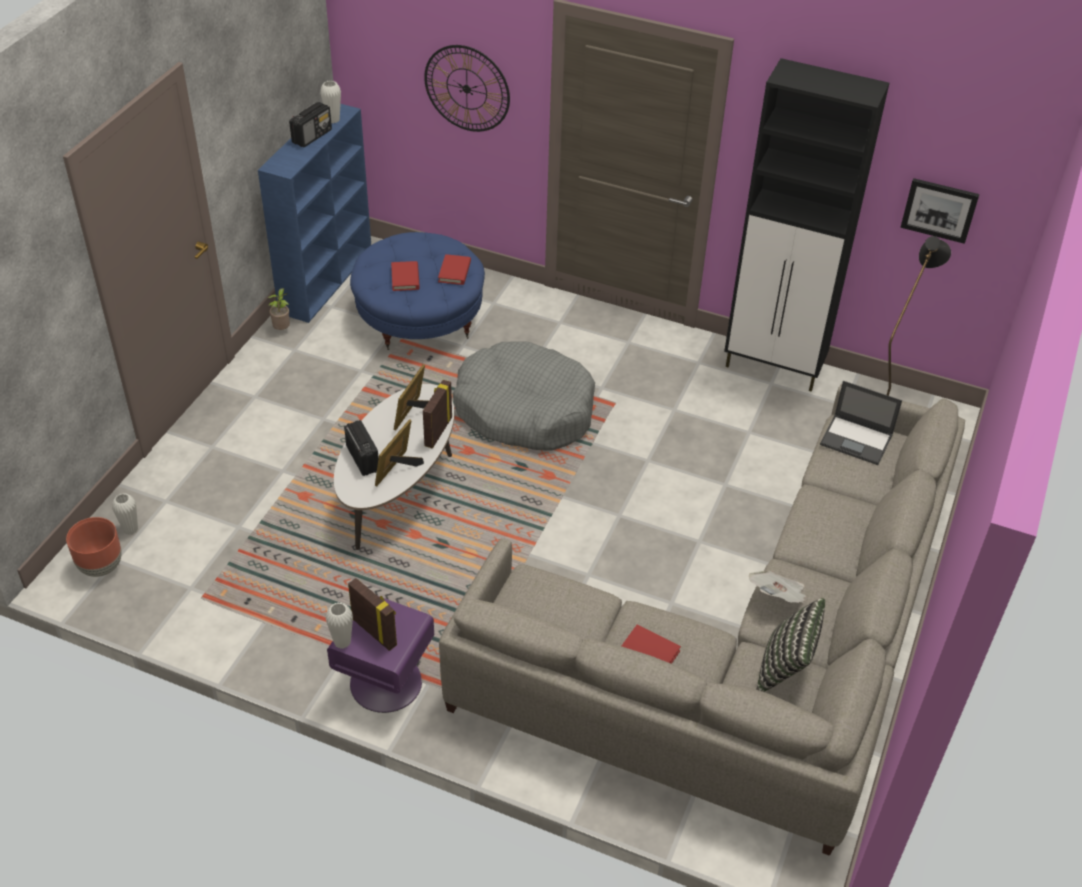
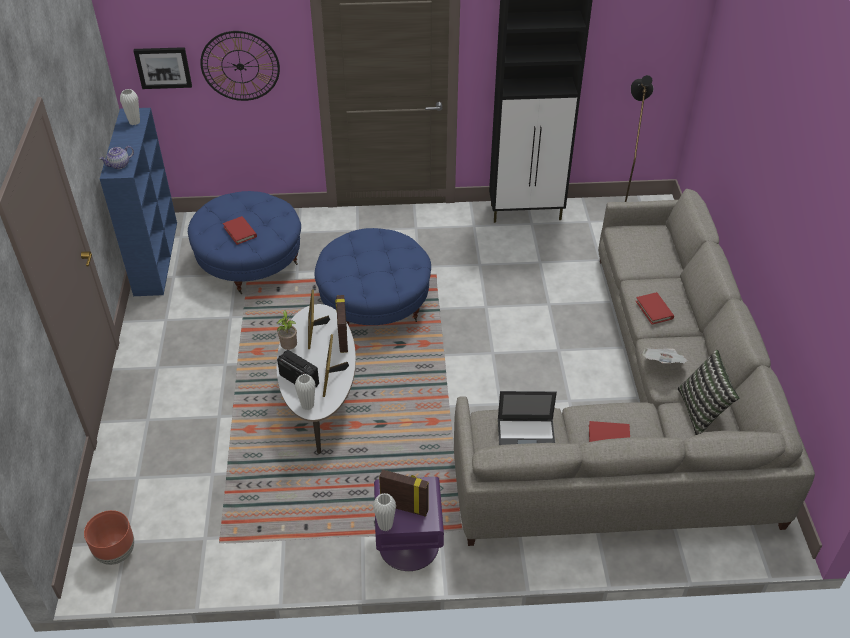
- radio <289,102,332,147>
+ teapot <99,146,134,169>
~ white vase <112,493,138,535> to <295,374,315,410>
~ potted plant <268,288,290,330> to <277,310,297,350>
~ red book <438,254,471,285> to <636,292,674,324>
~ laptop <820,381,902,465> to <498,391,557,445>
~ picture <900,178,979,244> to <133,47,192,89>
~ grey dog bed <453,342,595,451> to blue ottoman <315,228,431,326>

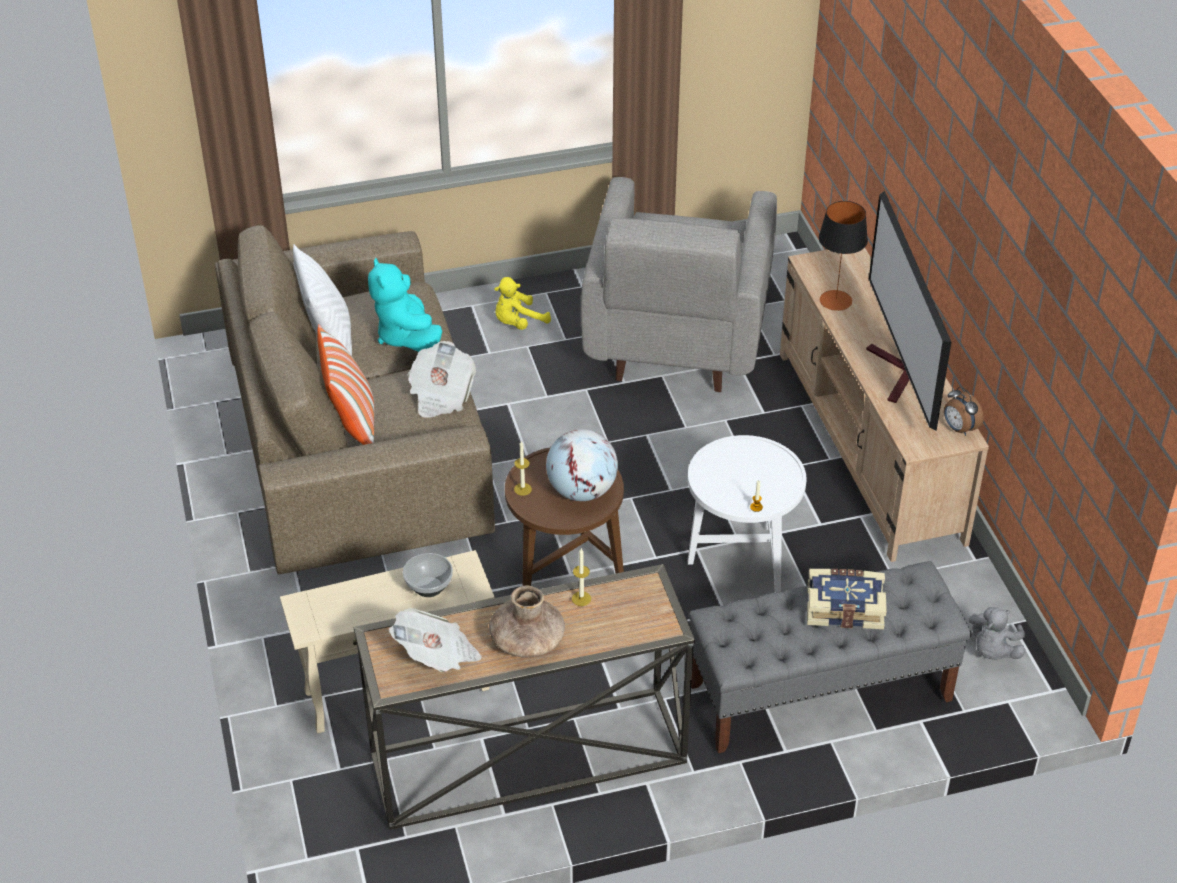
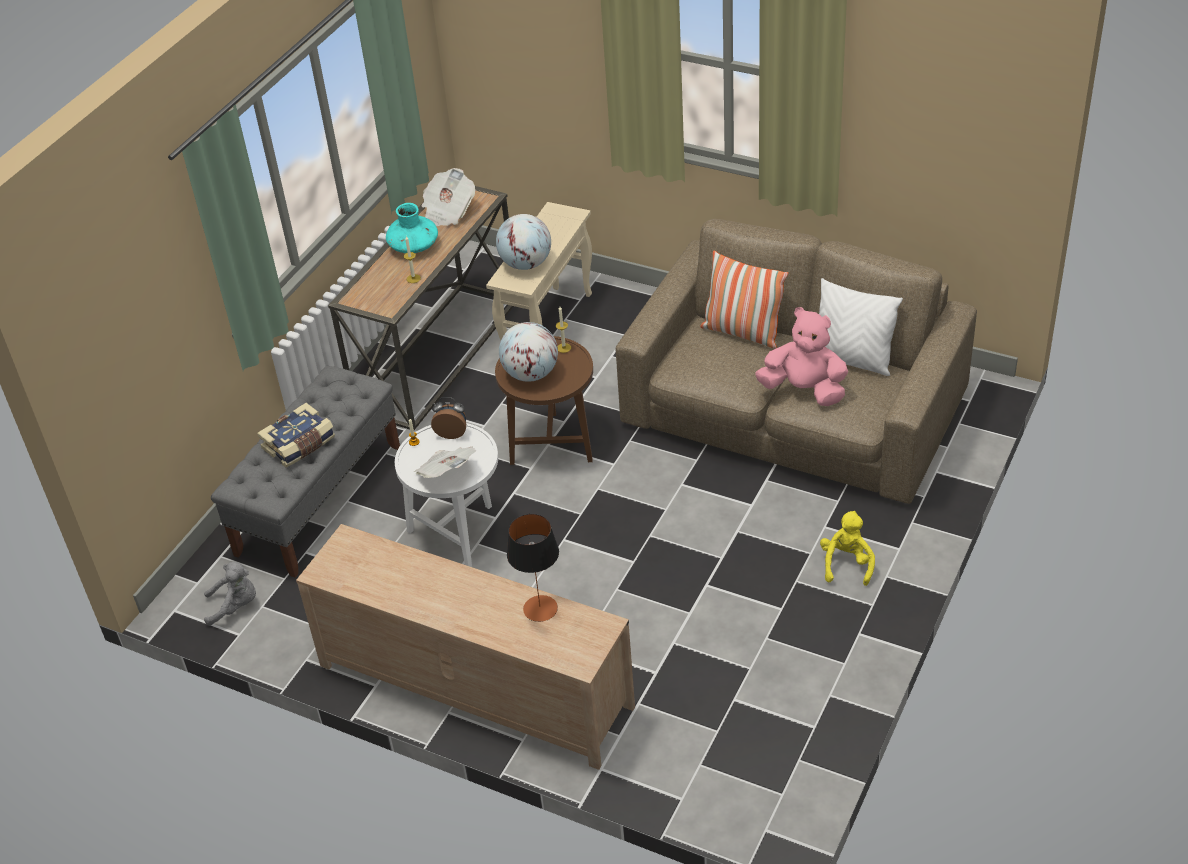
- grey armchair <581,177,777,392>
- television <866,191,951,431>
~ newspaper <407,341,476,418> to <414,447,477,478>
~ alarm clock <944,386,984,436> to <431,397,466,439>
~ bowl <403,553,453,597> to globe <496,214,551,270>
~ turquoise plush toy <368,258,442,352> to pink plush toy <755,307,848,406>
~ brown vase <489,585,565,658> to turquoise vase <386,203,438,253>
~ grey plush toy <969,607,1025,660> = <204,562,256,626> 105 degrees clockwise

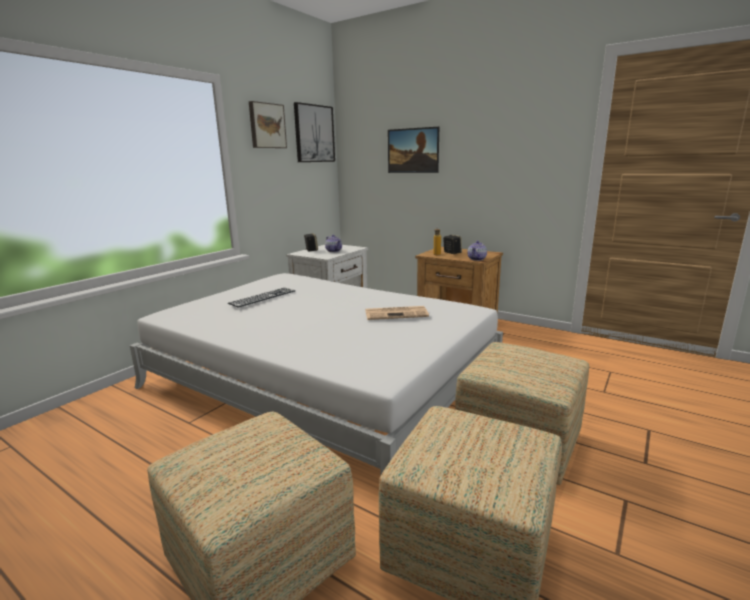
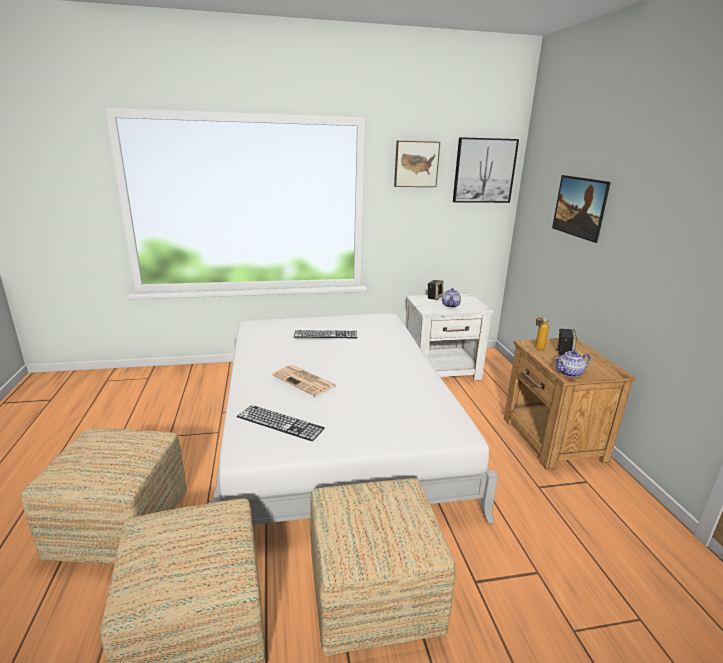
+ keyboard <237,405,325,441>
~ newspaper <365,306,429,320> to <272,365,336,396>

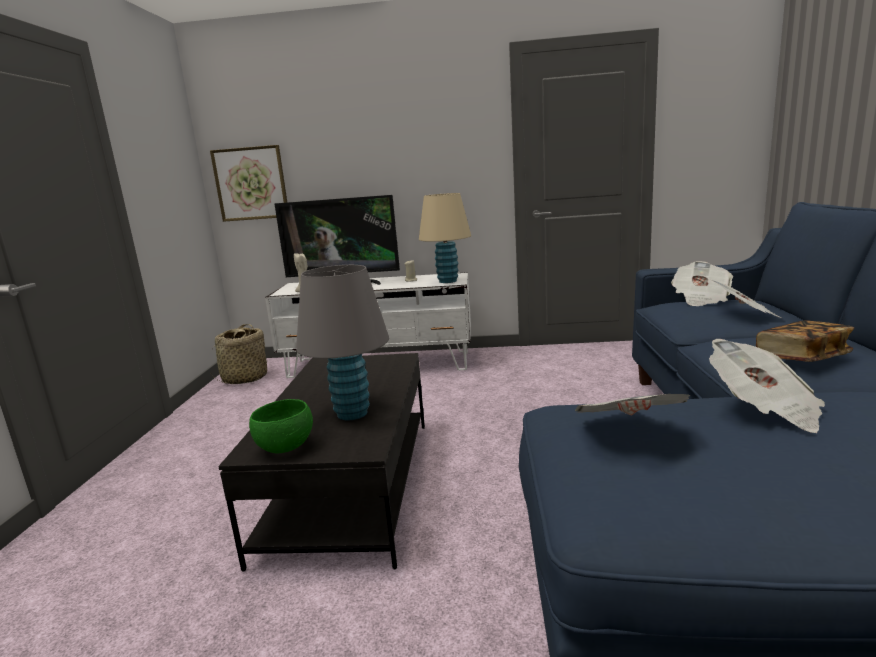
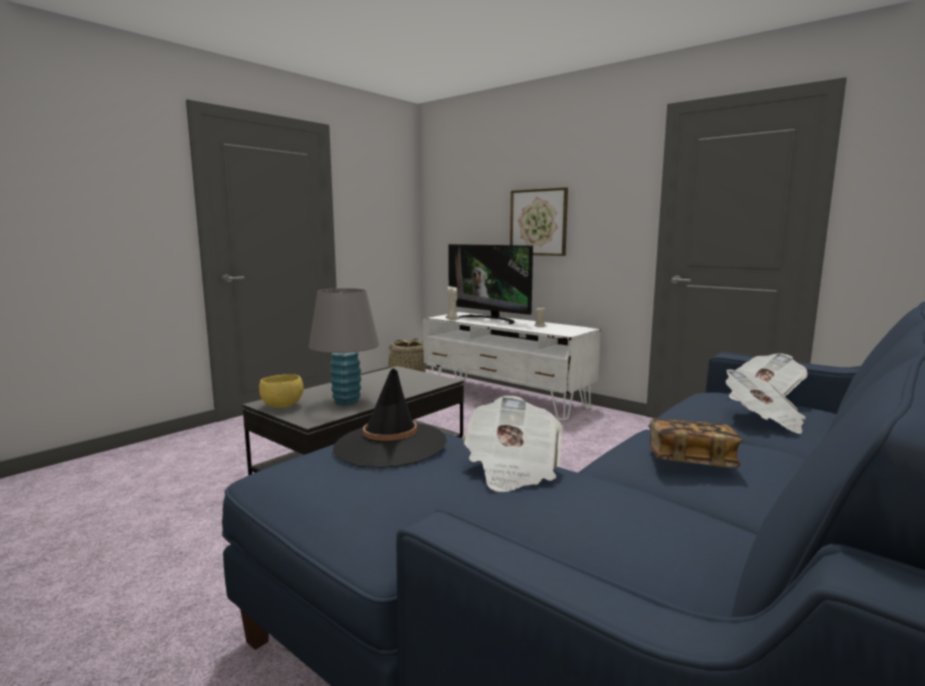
- beige table lamp <419,193,471,283>
~ picture <210,145,287,222> to <510,187,568,256>
~ newspaper <575,394,691,415> to black hat <333,368,447,468>
~ green bowl <249,399,313,453> to yellow bowl <259,374,304,408>

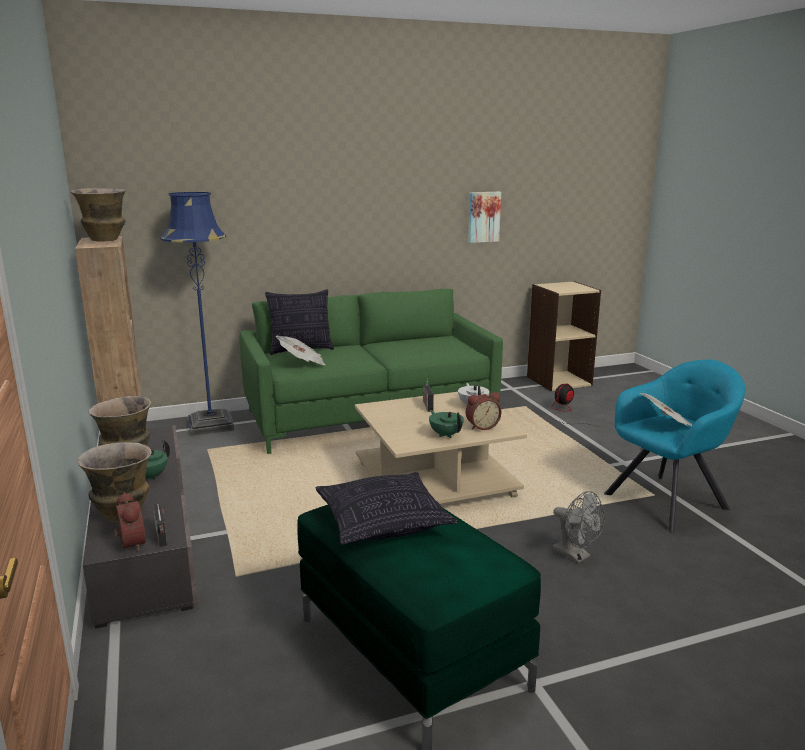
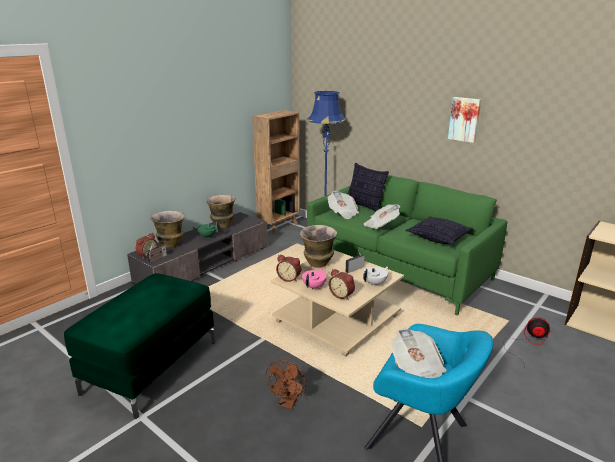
+ alarm clock <276,255,301,282>
+ newspaper <364,204,400,229>
~ vase <71,188,126,242> to <300,225,337,268>
~ pillow <315,472,458,545> to <406,216,474,245>
~ picture <468,192,501,243> to <448,97,481,143>
~ green teapot <429,410,464,438> to pink teapot <302,268,327,290>
~ grey fan <553,491,605,563> to brown fan <265,360,306,410>

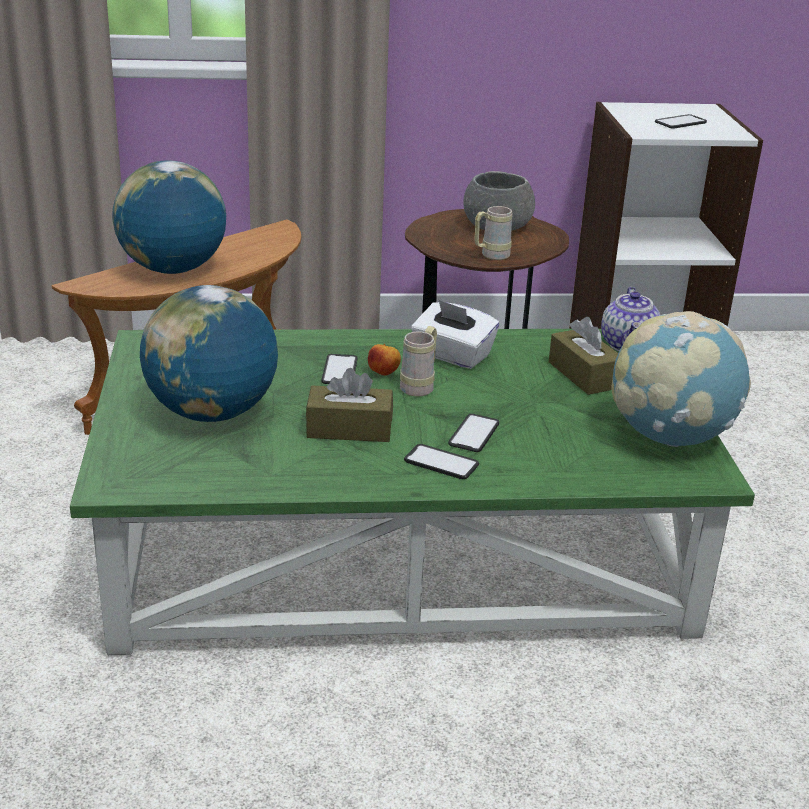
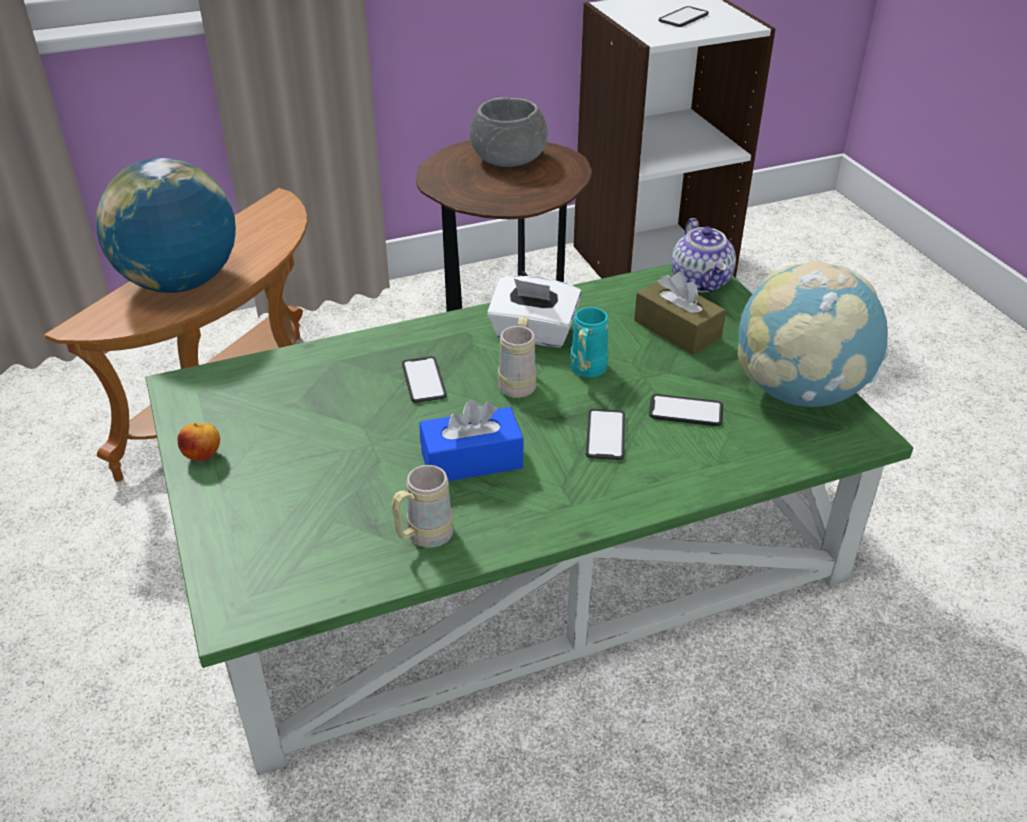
- globe <140,285,278,422>
+ turquoise mug <570,307,609,378>
~ apple <368,344,401,376> to <178,423,220,461>
~ phone <404,444,479,479> to <649,394,723,426>
~ beige mug <474,206,512,260> to <391,465,453,548>
~ brown tissue box <306,368,393,442> to blue tissue box <419,400,523,481>

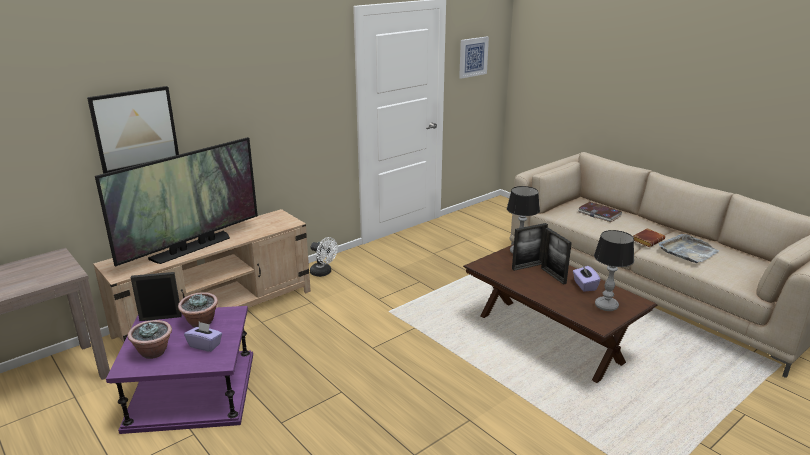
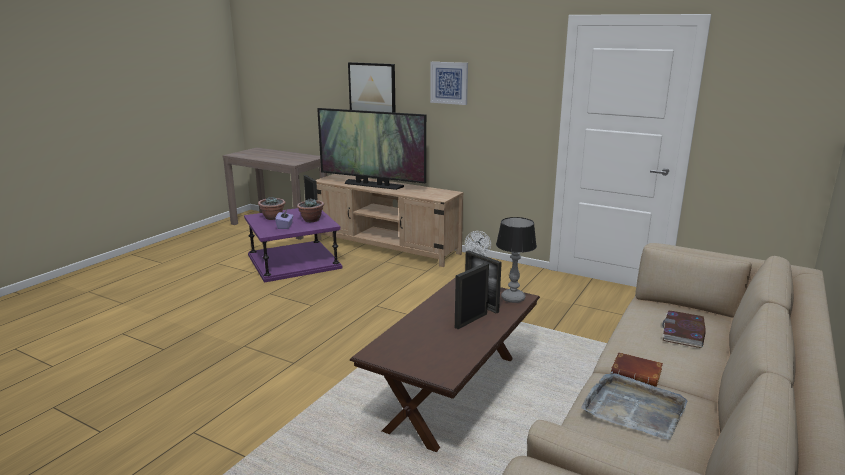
- purple tissue box <573,266,600,292>
- table lamp <594,230,634,311>
~ picture <459,36,489,79> to <430,62,468,105>

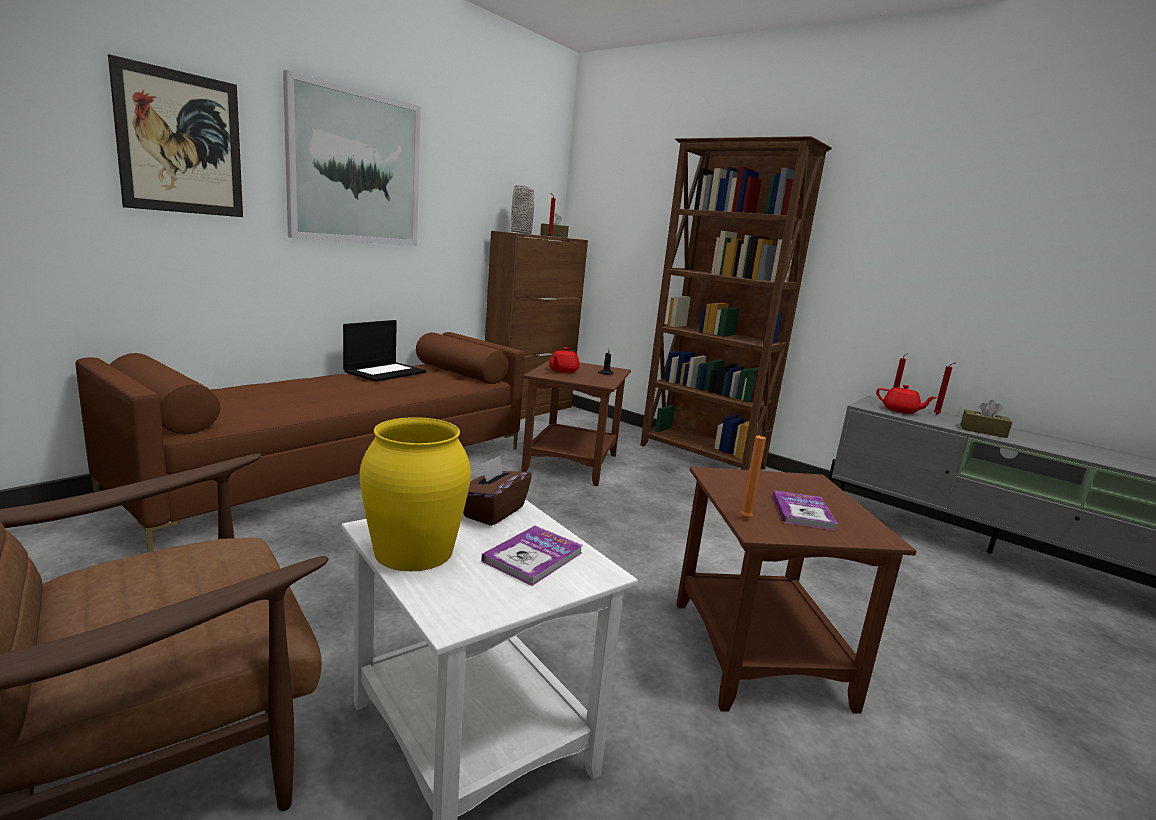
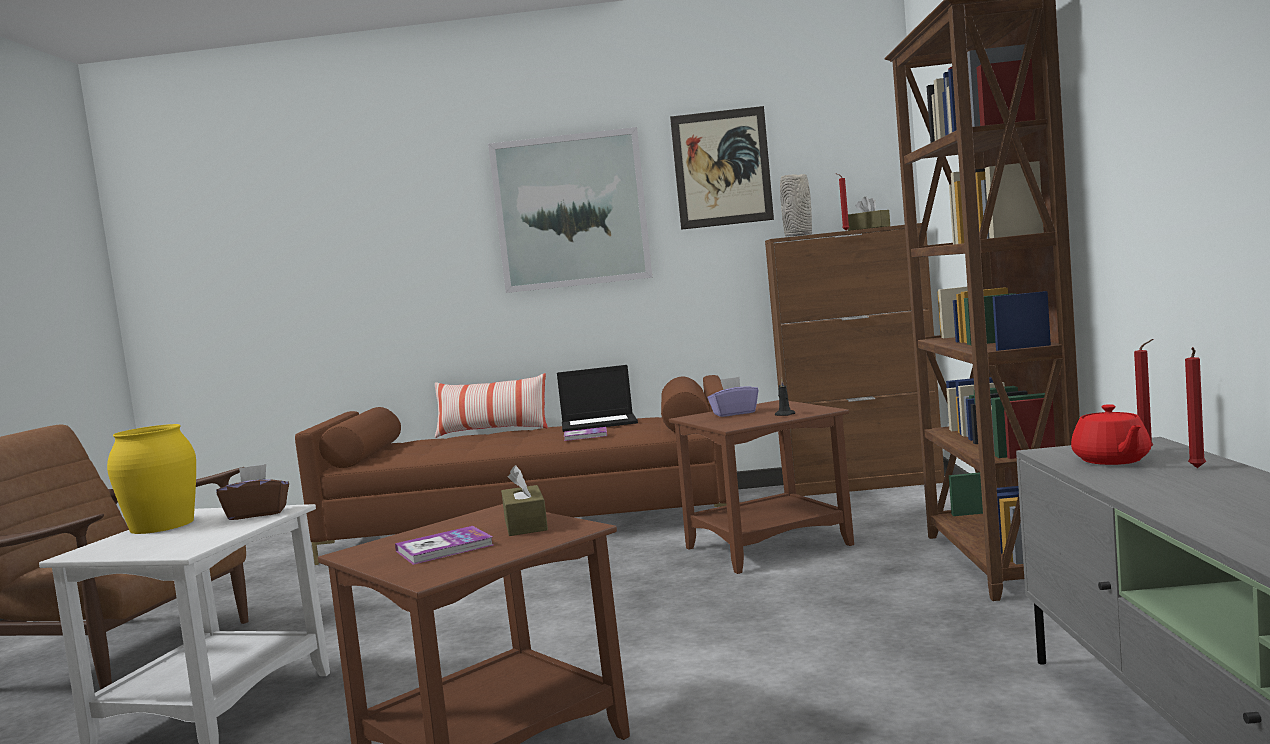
- orange candle <740,430,773,518>
+ pillow <435,373,548,438>
~ picture <108,54,243,217> to <670,106,774,230>
~ book <481,526,583,586> to <564,427,607,441>
~ brown tissue box <960,400,1012,438> to <501,465,548,536>
~ red teapot <549,347,580,373> to purple tissue box <708,377,759,417>

